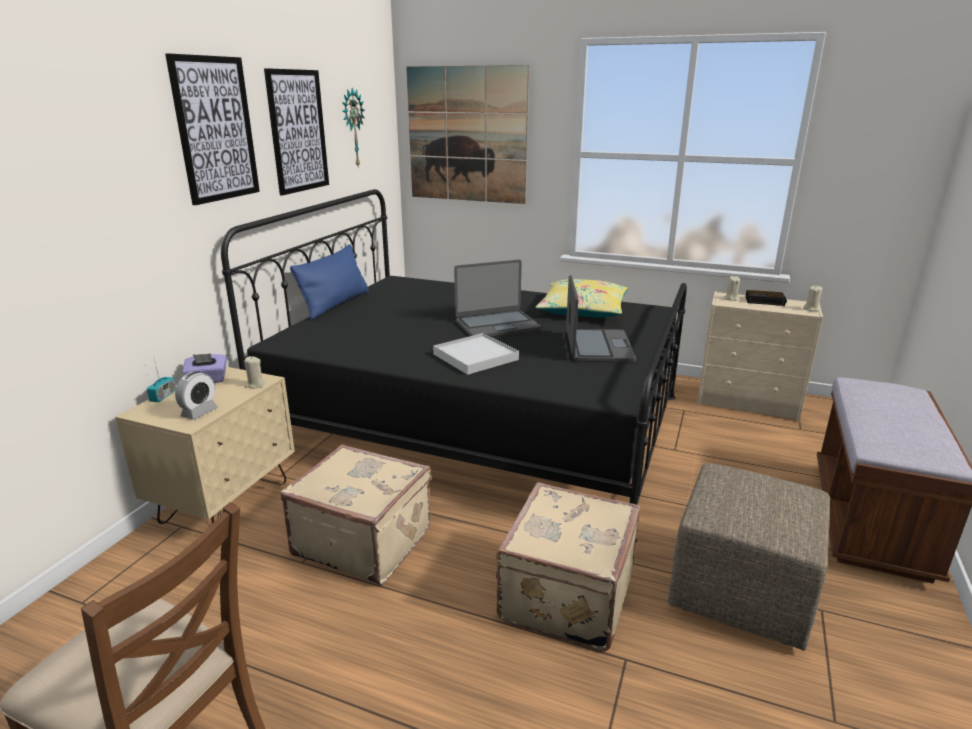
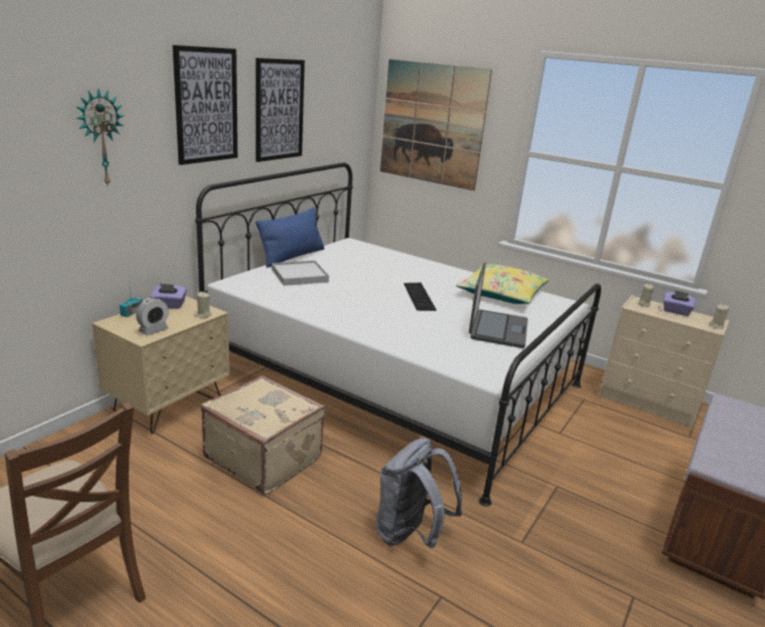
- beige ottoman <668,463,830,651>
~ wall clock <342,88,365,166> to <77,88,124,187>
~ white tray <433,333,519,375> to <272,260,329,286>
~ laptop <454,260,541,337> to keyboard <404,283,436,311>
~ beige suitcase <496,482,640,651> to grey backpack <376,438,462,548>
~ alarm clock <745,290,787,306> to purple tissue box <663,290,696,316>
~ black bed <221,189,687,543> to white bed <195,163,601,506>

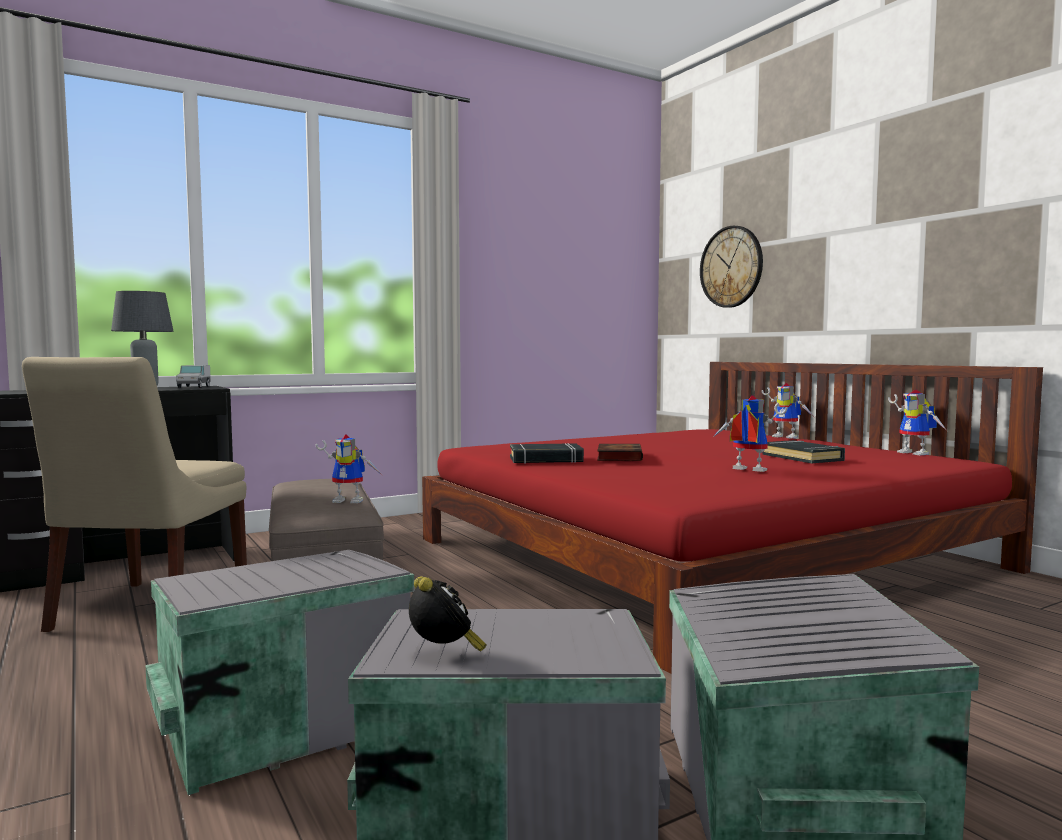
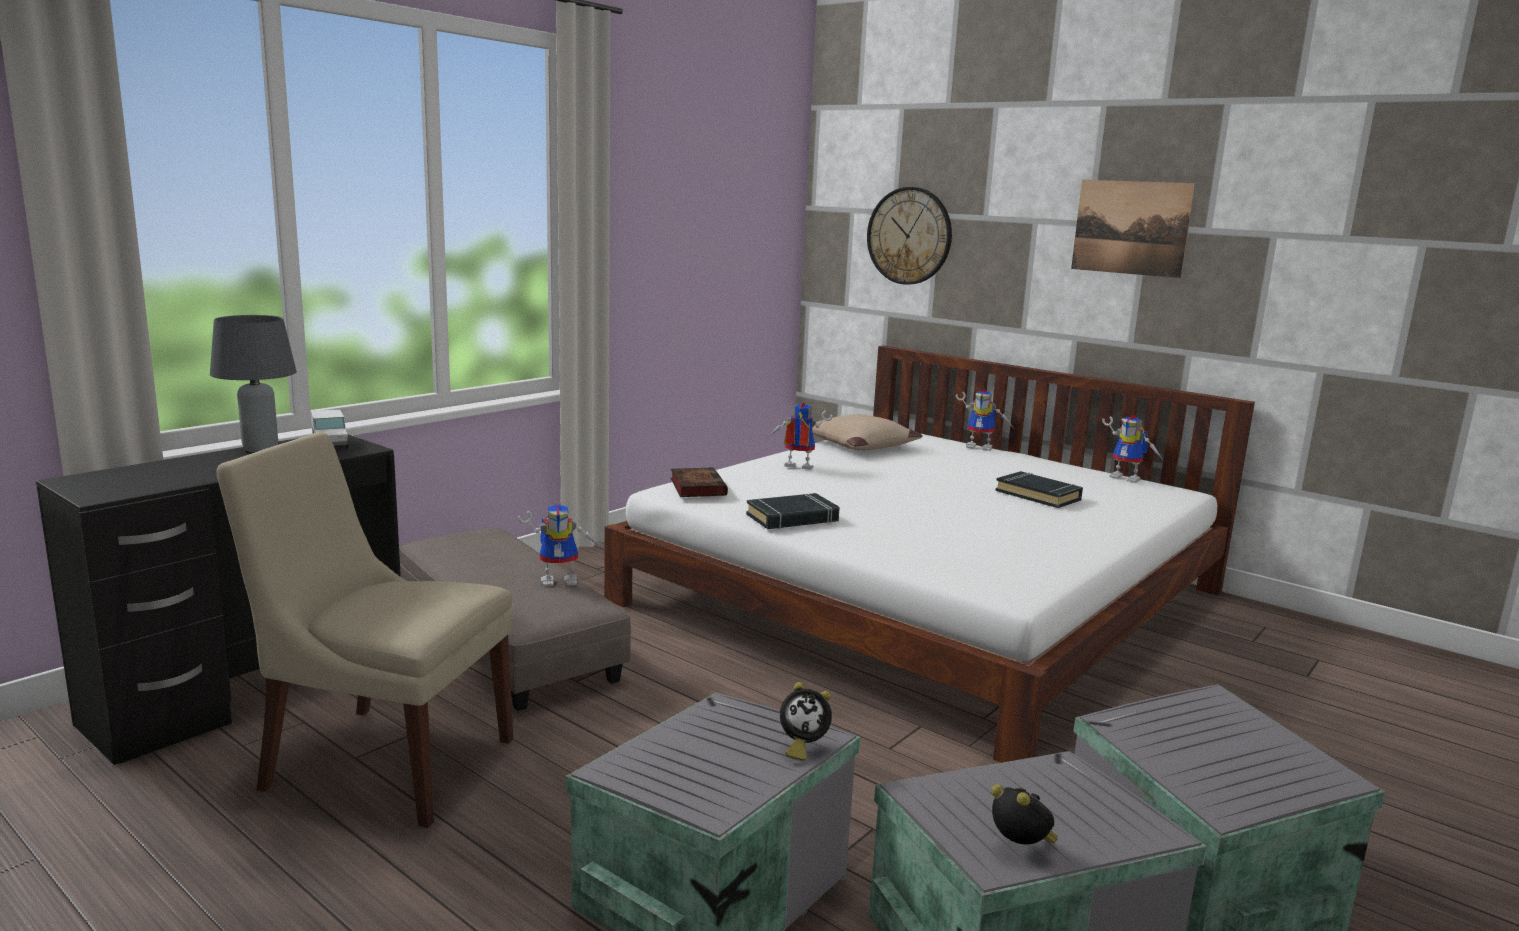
+ alarm clock <780,682,832,761>
+ beige pillow <812,414,923,451>
+ picture <1071,180,1195,278>
~ book <597,444,643,461> to <671,467,728,497>
~ toy robot <712,395,787,472> to <766,403,833,470>
~ red bed <422,362,1043,674> to white bed <604,346,1255,763>
~ beige chair <22,357,247,632> = <216,432,513,828> 120 degrees clockwise

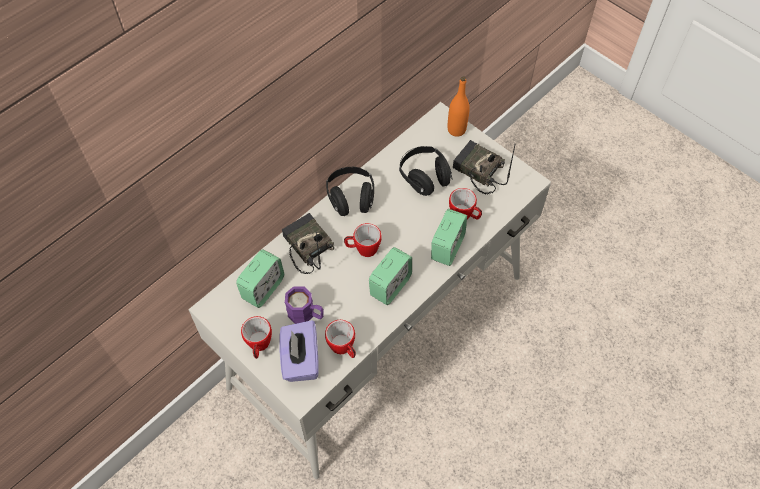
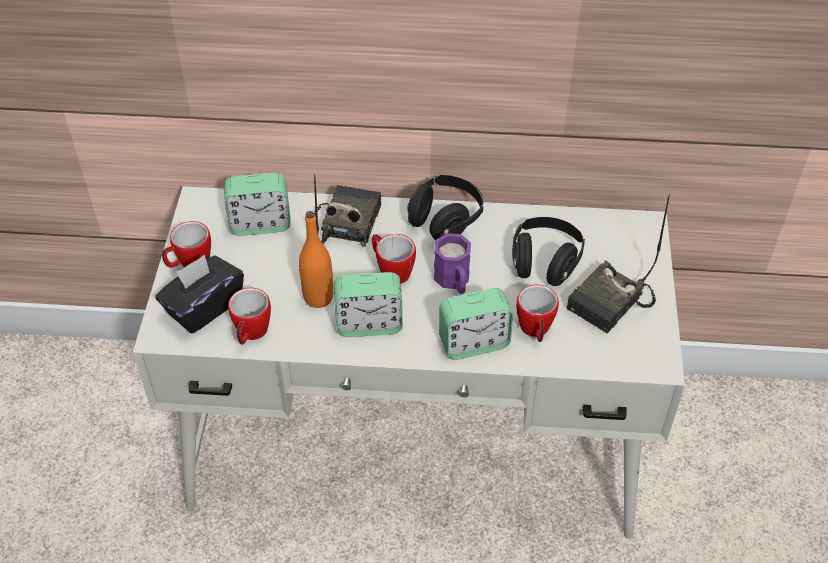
~ purple mug <285,286,324,324> to <434,233,471,294>
~ orange bottle <447,76,470,137> to <299,211,334,308>
~ purple tissue box <279,320,319,382> to black tissue box <155,255,244,333>
~ radio <453,140,516,195> = <567,194,670,333> 135 degrees counterclockwise

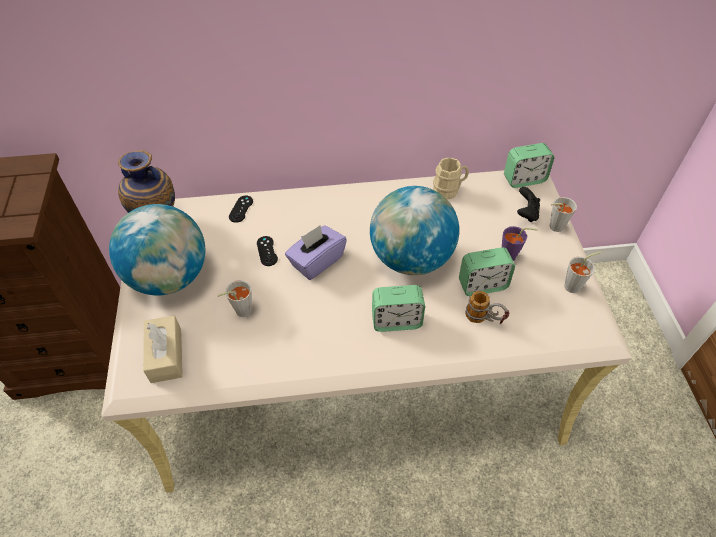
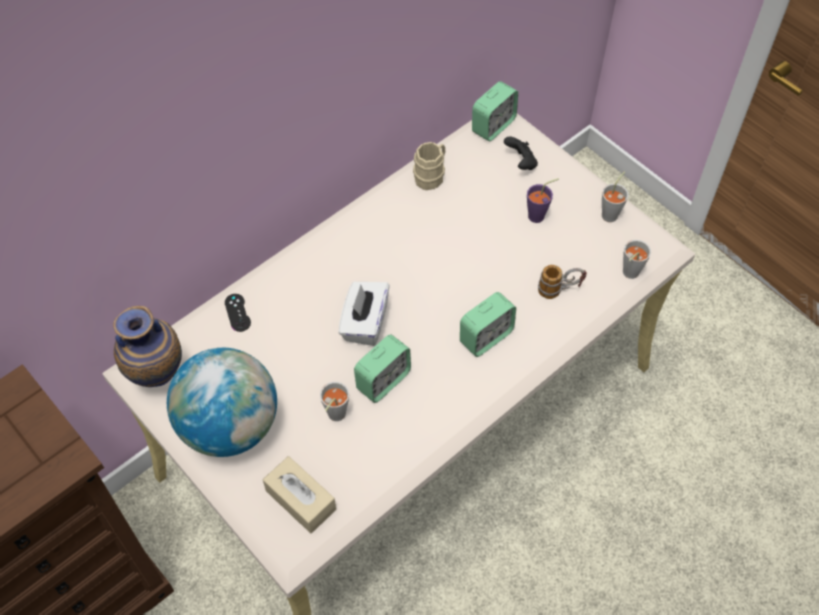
- black game controller <257,236,278,266>
- globe <370,186,459,275>
~ alarm clock <459,247,515,296> to <354,334,411,403>
~ grey cup <550,197,577,232> to <623,240,651,279>
~ purple tissue box <285,225,347,280> to white tissue box <338,282,390,346>

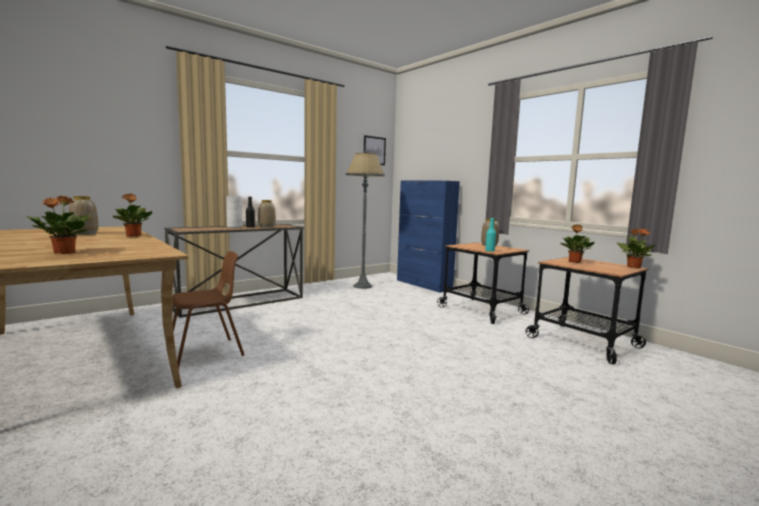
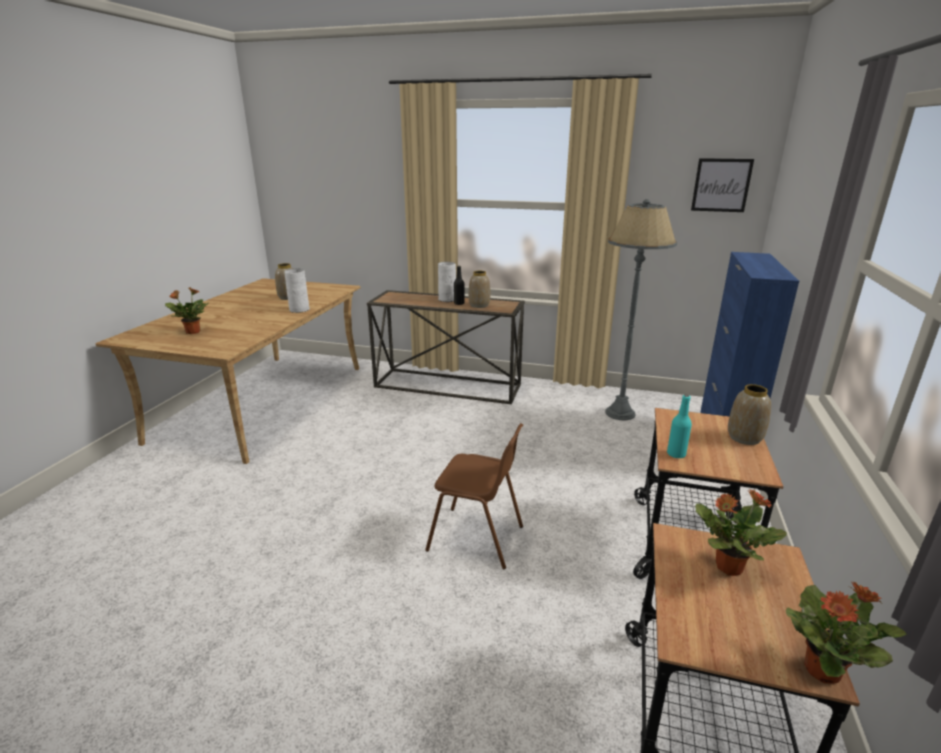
~ brown chair <172,251,245,368> to <425,423,524,569>
~ potted plant <113,194,153,237> to white vase <284,268,310,313>

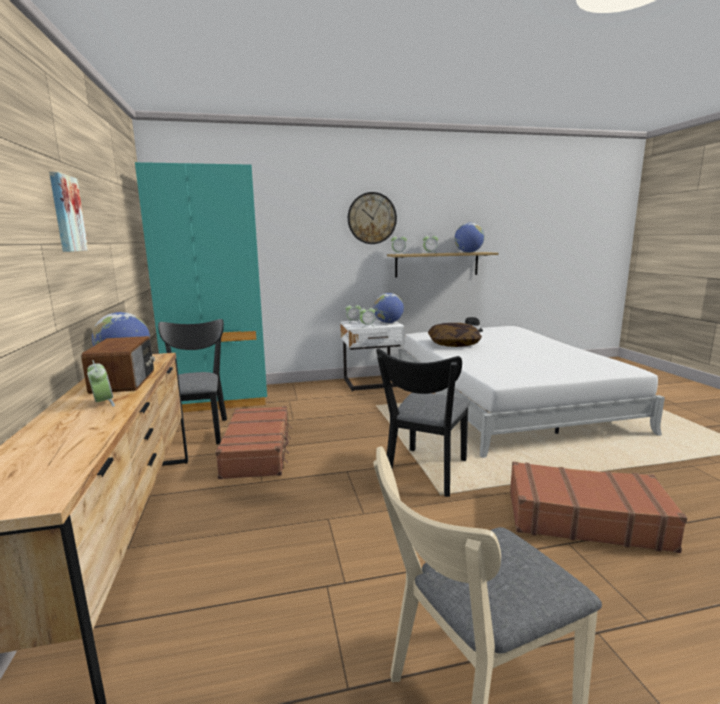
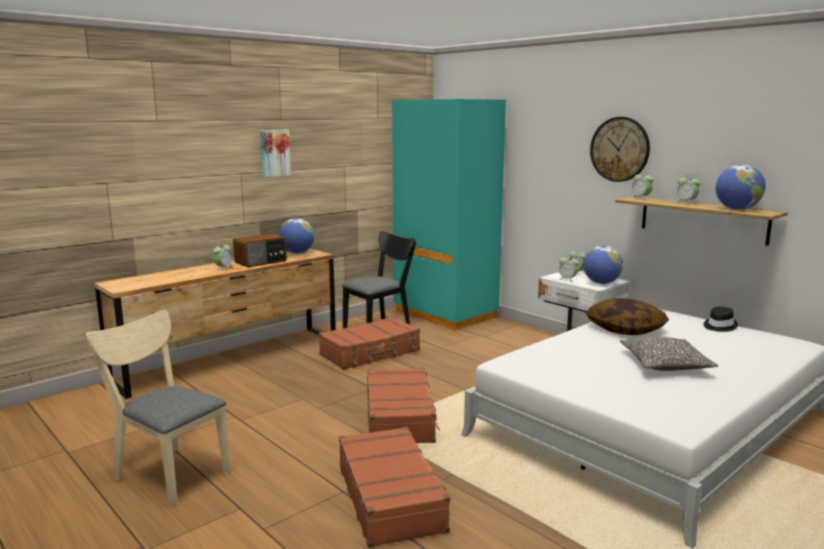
+ pillow <620,336,718,371>
~ black chair <376,348,470,497> to brown suitcase <367,367,440,443>

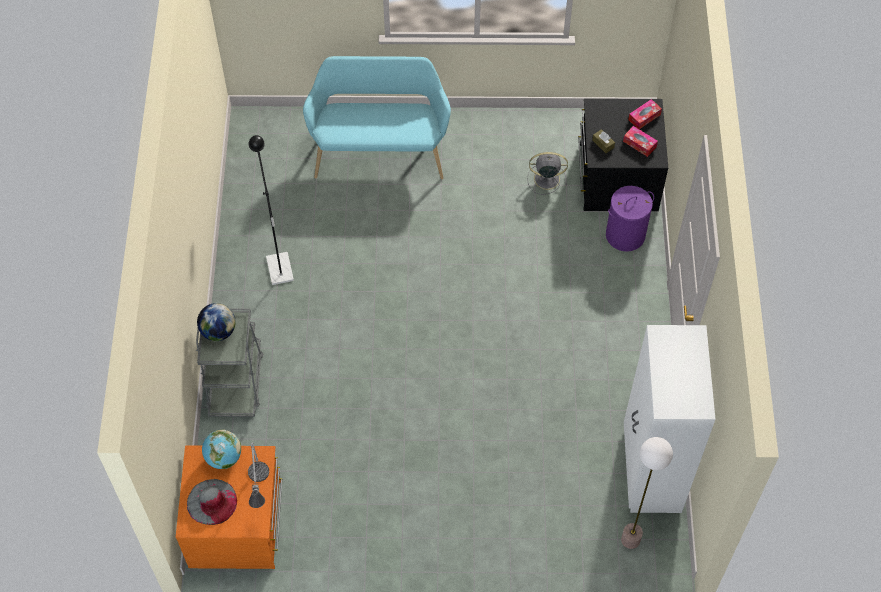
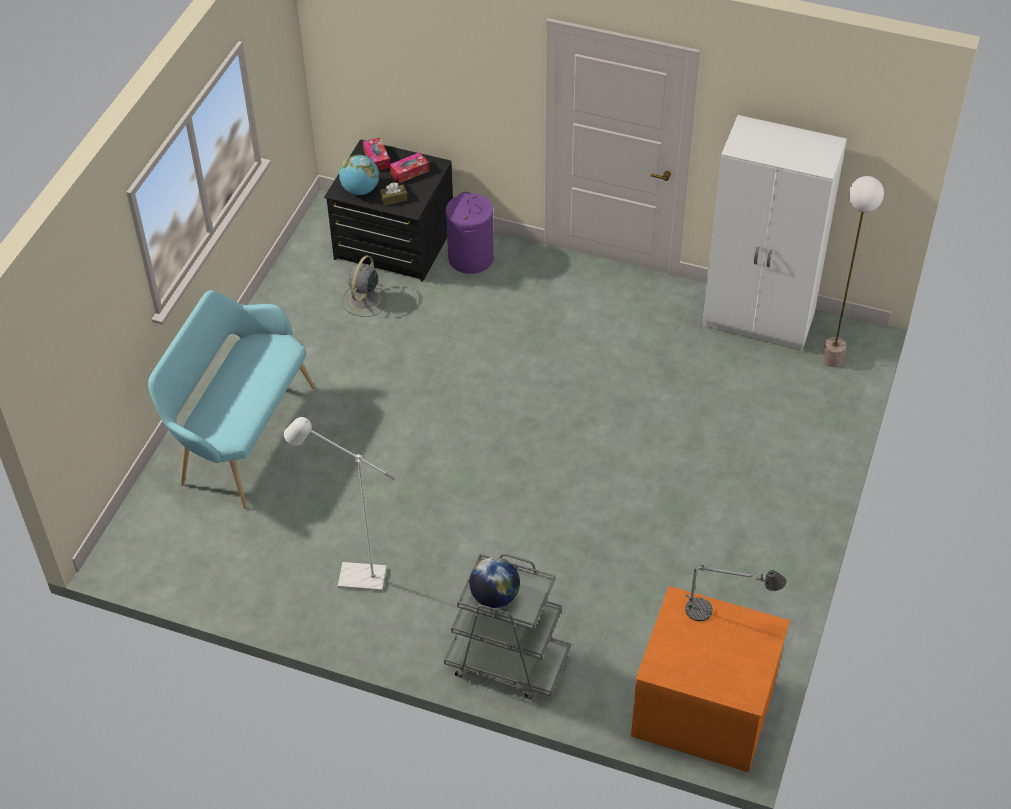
- grey hat <187,479,237,525>
~ globe <202,429,241,469> to <339,155,379,195>
~ black floor lamp <249,135,294,285> to white floor lamp <284,417,396,592>

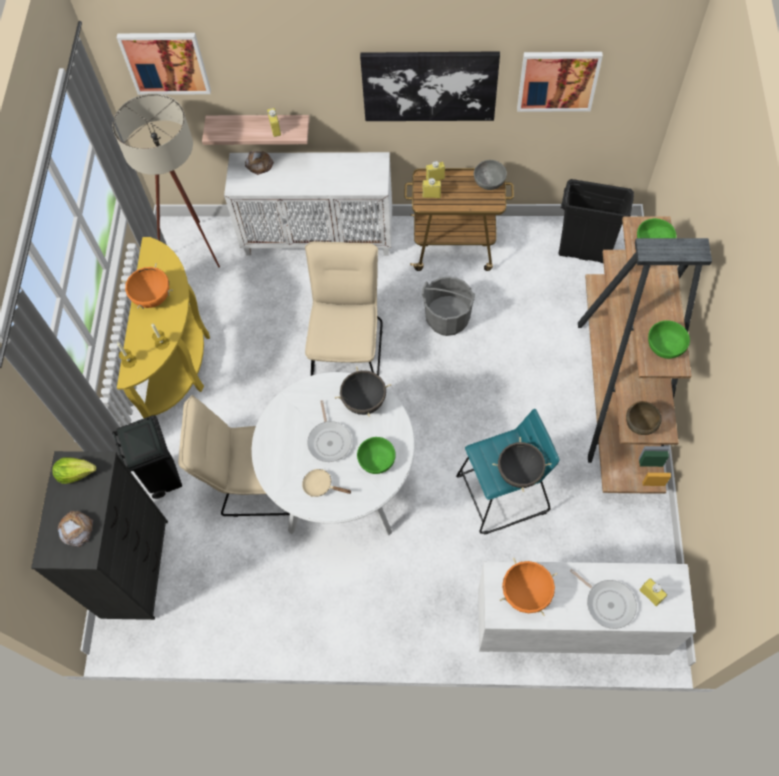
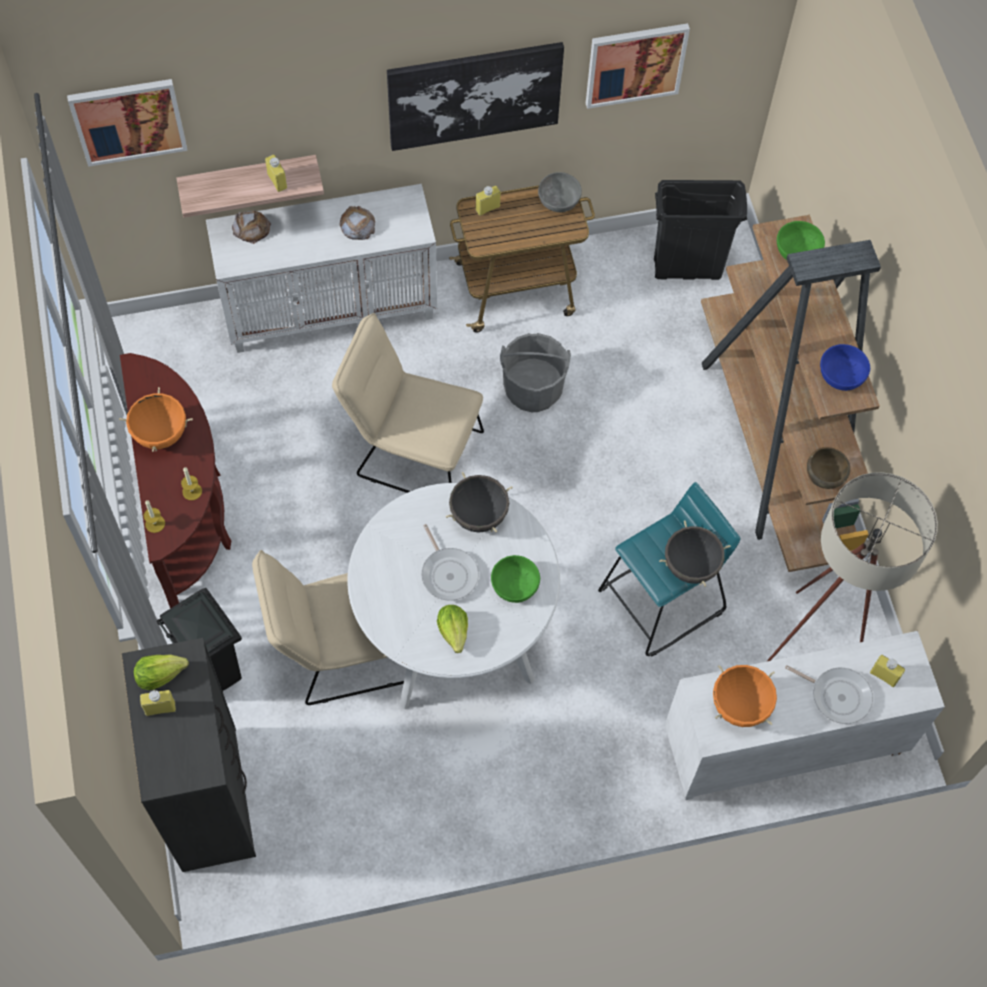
~ bread <58,511,93,547> to <339,206,375,240>
~ beige floor lamp <112,93,220,268> to <766,472,938,662>
~ yellow bottle <422,178,441,199> to <140,690,176,716>
~ beige frying pan <302,469,352,497> to lettuce <437,605,468,653>
~ yellow console table <117,237,210,418> to brown console table <120,353,231,608>
~ green bowl <648,320,690,359> to blue bowl <820,344,870,391>
~ beige chair <305,241,383,376> = <332,313,484,493> 60 degrees counterclockwise

